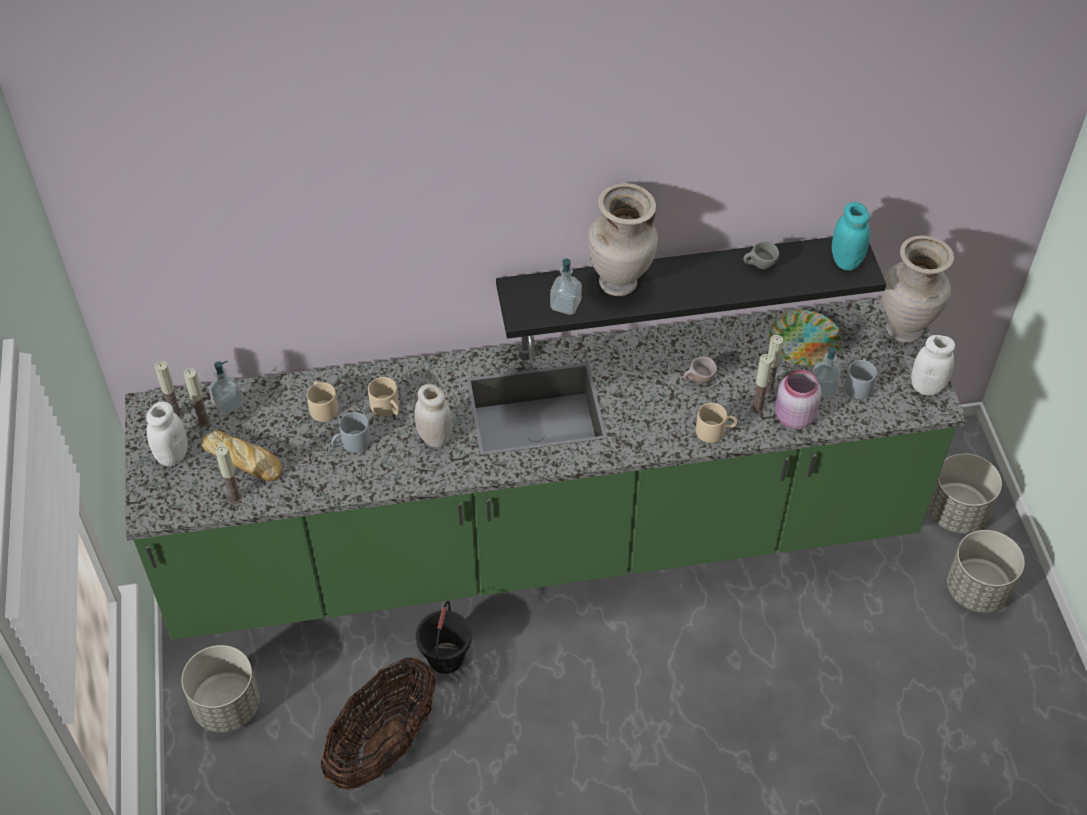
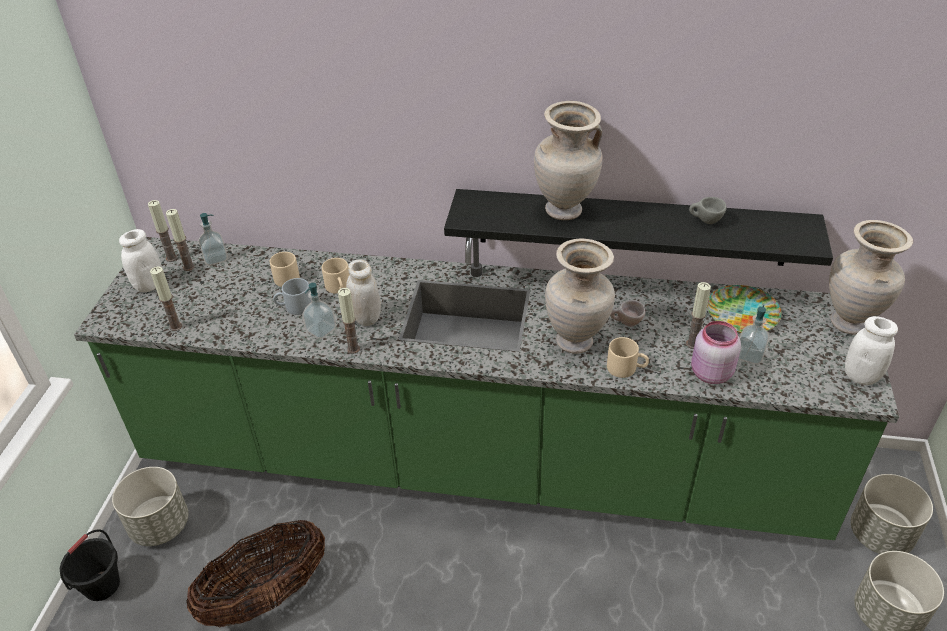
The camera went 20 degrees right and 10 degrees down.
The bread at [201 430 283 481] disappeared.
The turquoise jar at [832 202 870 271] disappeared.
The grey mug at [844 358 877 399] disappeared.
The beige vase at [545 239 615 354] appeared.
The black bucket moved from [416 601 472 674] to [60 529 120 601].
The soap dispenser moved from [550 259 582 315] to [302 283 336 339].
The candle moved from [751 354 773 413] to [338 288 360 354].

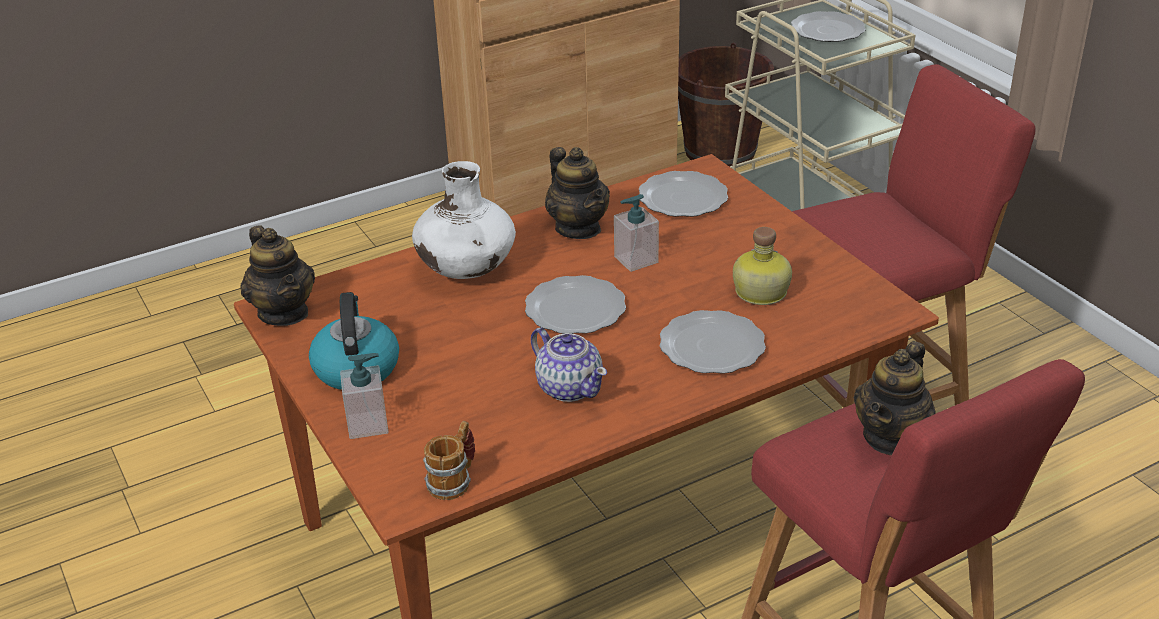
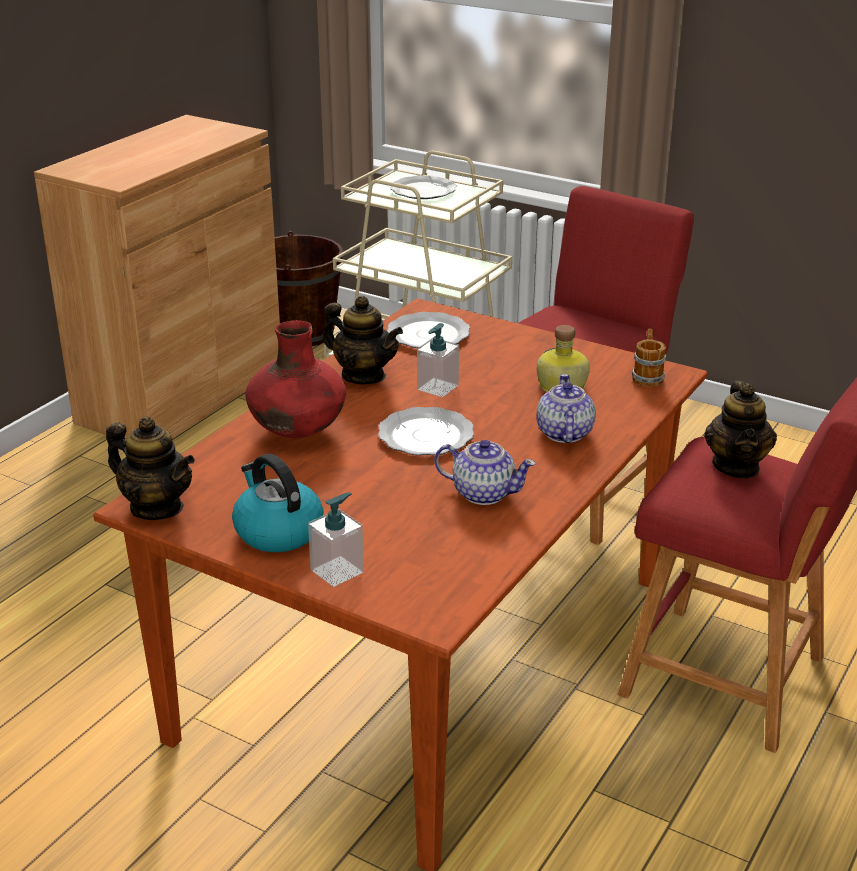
The camera went 30 degrees left and 5 degrees down.
The mug moved from [423 421 475 500] to [632 328 666 387].
The plate at [660 310 766 374] was replaced by the teapot at [536 374 596 443].
The white vase at [412 161 516 279] became the red vase at [246 320 346 438].

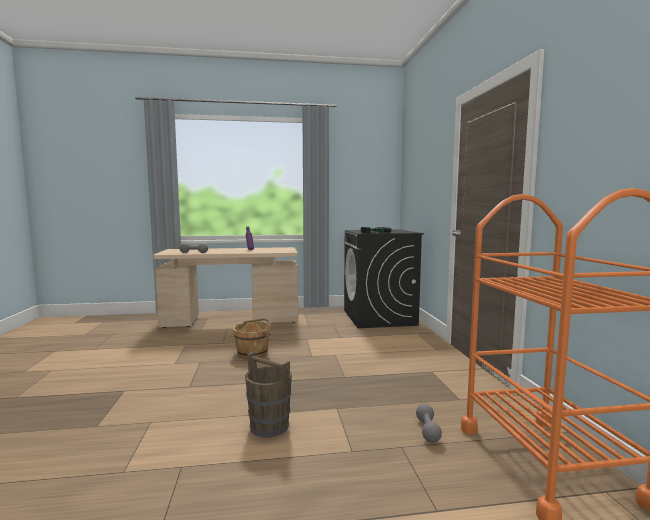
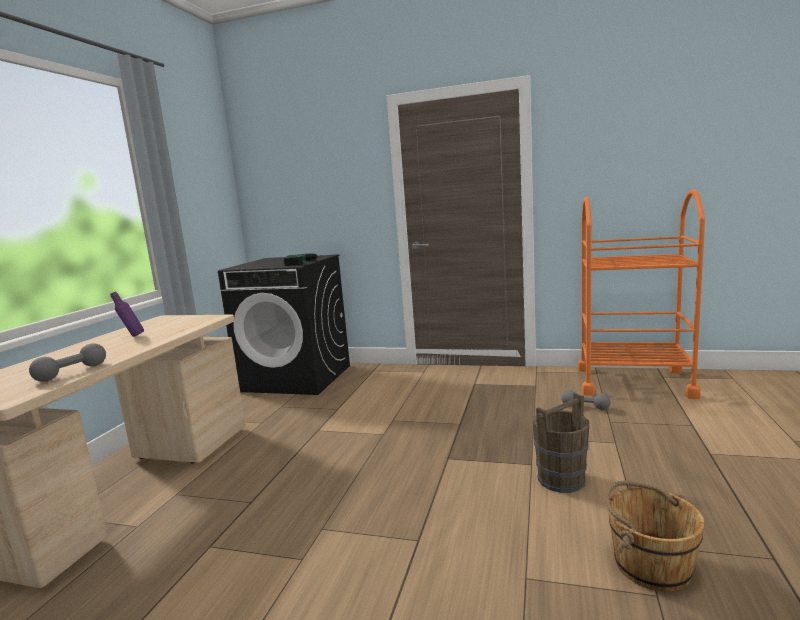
The camera went 65 degrees left and 5 degrees up.
The brown bucket moved from [233 318 271 358] to [605 481 705 592].

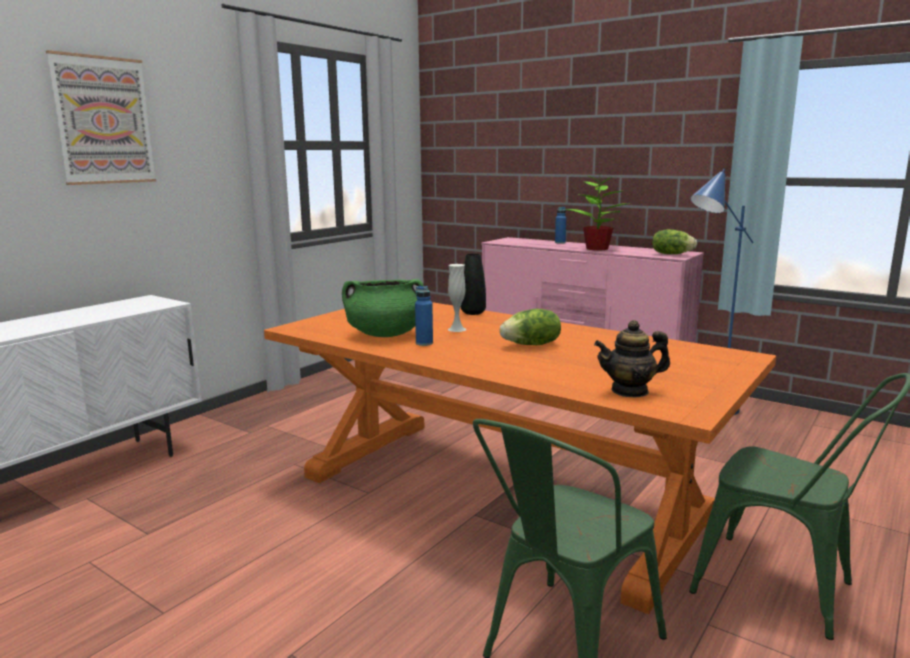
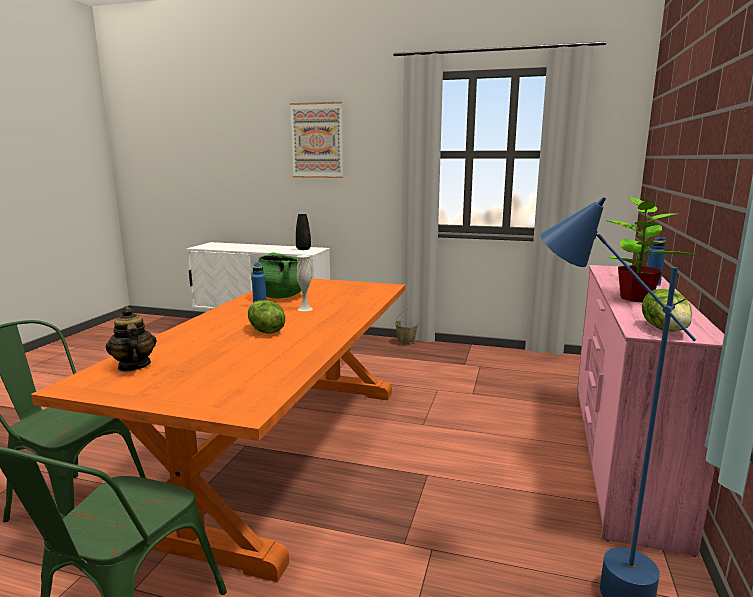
The camera went 70 degrees right and 0 degrees up.
The beige bucket at [395 309 418 345] appeared.
The black vase moved from [461 253 486 315] to [296 214 311 250].

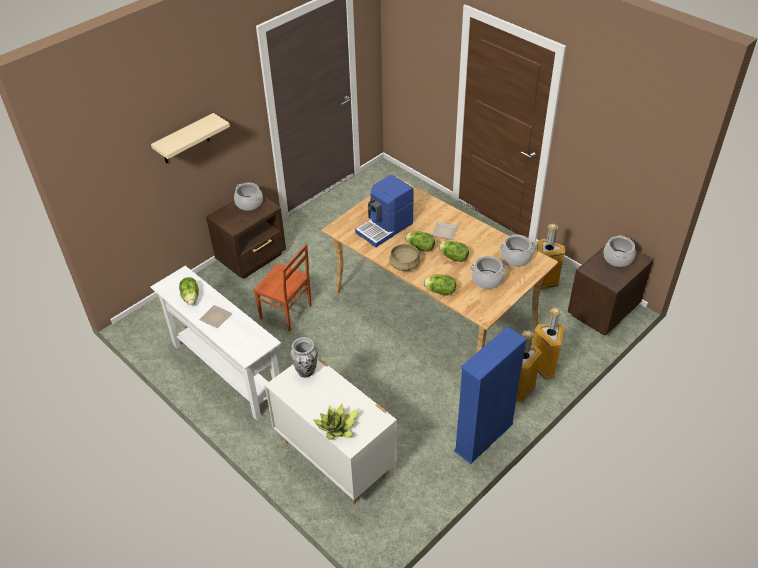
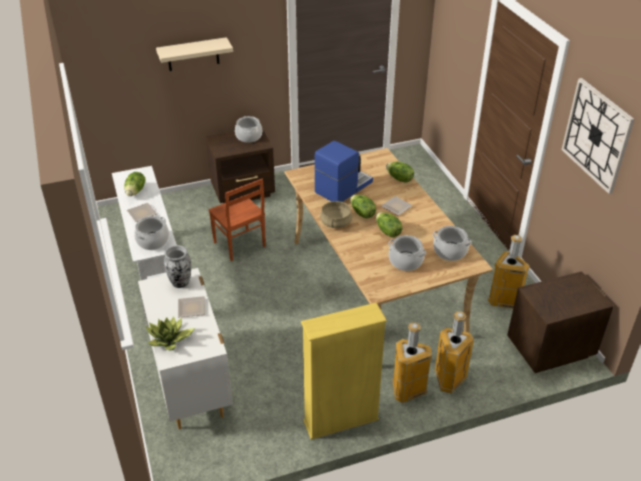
The camera went 25 degrees right and 5 degrees down.
The plate at [178 296 205 317] appeared.
The wall clock at [562 78 634 194] appeared.
The lettuce moved from [423 275 456 295] to [386 162 414 183].
The cooking pot moved from [603 235 636 267] to [134 216 169 250].
The blue bookcase at [454 327 527 464] became the yellow bookcase at [301 302 387 440].
The coffee machine at [355 175 414 247] turned 150 degrees clockwise.

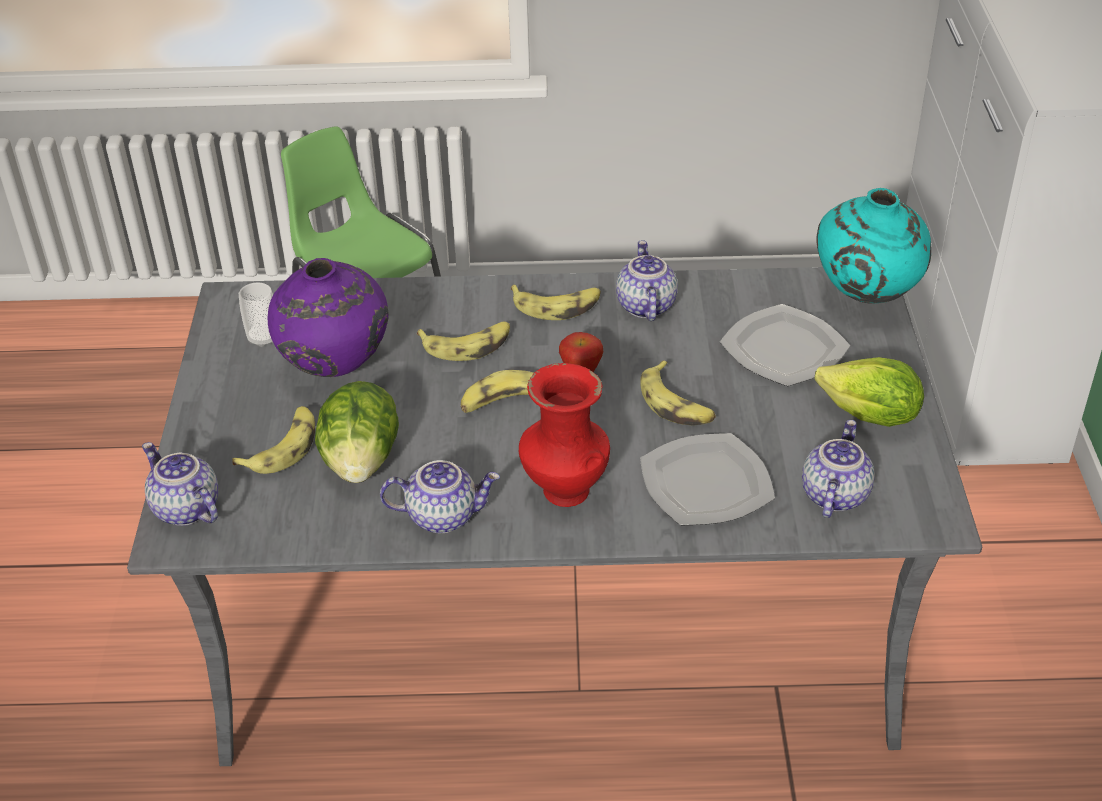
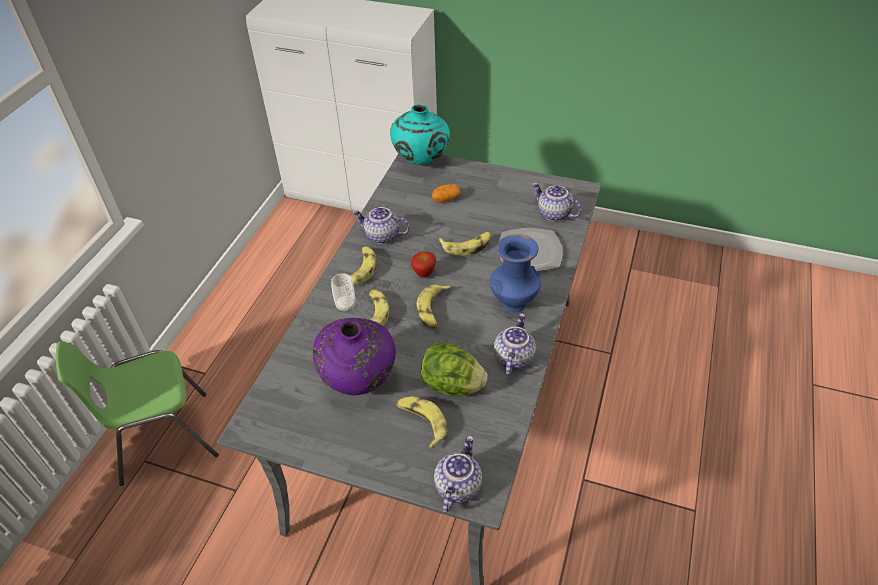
The camera went 70 degrees left and 5 degrees up.
The lettuce at [815 357 924 427] disappeared.
The cup moved from [239 283 273 347] to [331 273 355 312].
The plate at [720 304 850 386] was replaced by the potato at [432 184 460 203].
The red vase at [519 363 610 507] became the blue vase at [490 234 541 312].
The teapot at [142 442 218 526] turned 135 degrees clockwise.

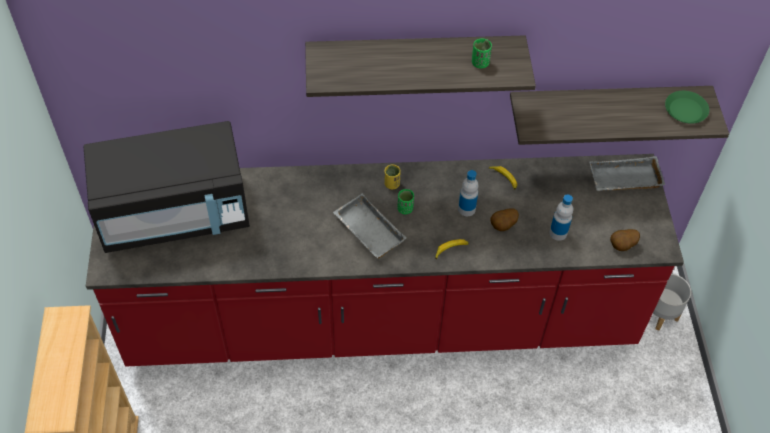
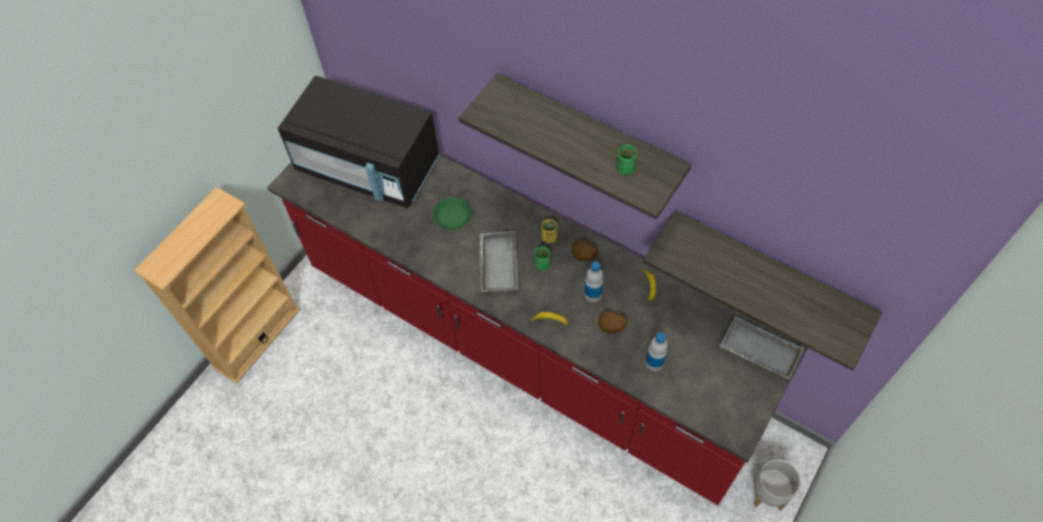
The camera went 40 degrees right and 5 degrees up.
The potato moved from [610 229 640 251] to [572 240 598 261].
The green plate moved from [665 91 709 124] to [433 197 472 230].

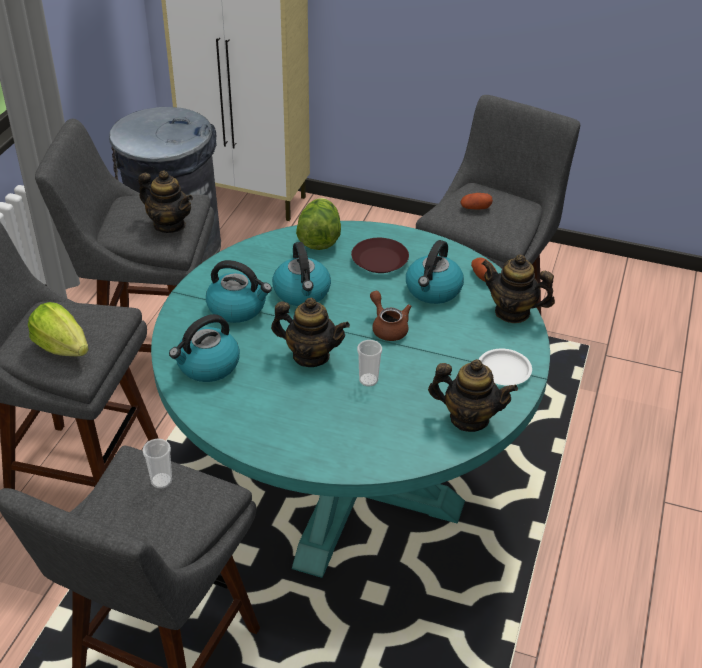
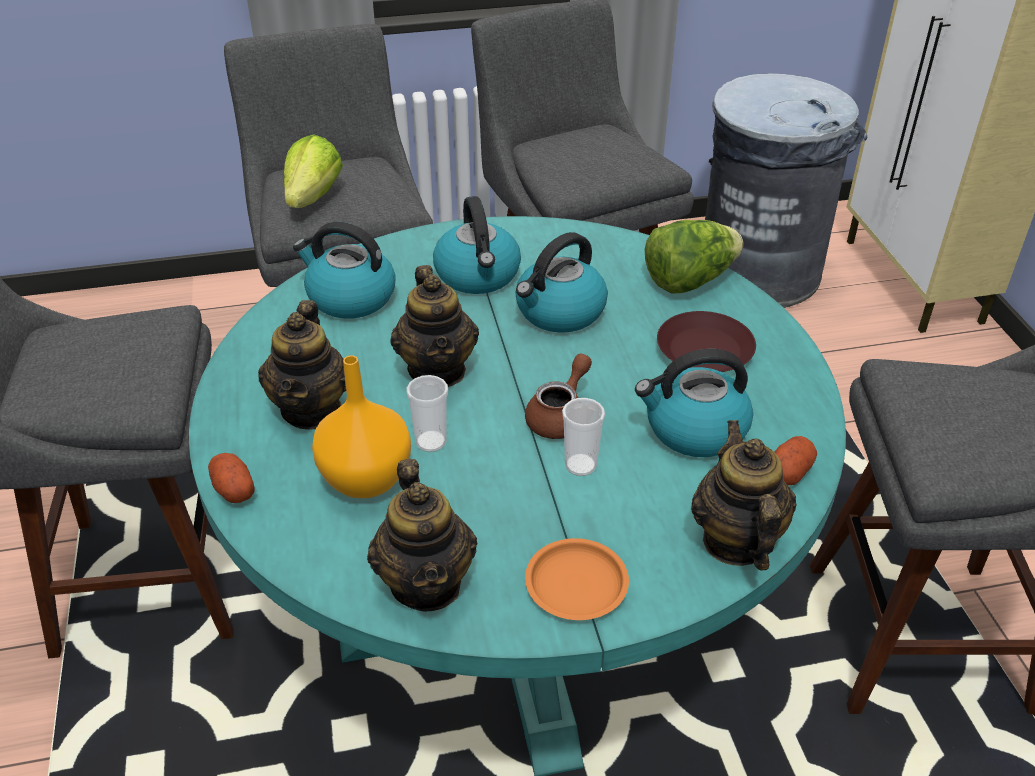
The camera went 60 degrees right and 0 degrees up.
The orange vase at [312 355 411 498] appeared.
The teapot moved from [139 171 193 233] to [258 300 346 430].
The cup moved from [142 439 172 489] to [562 398 605 476].
The potato moved from [460 193 493 210] to [208 453 255 503].
The white plate at [479 349 532 386] became the orange plate at [525 538 629 620].

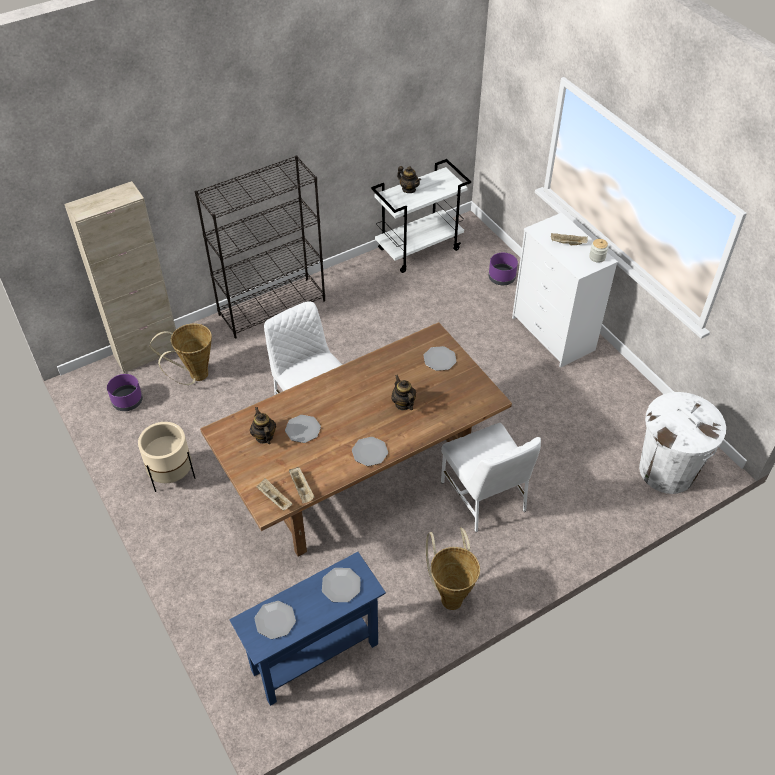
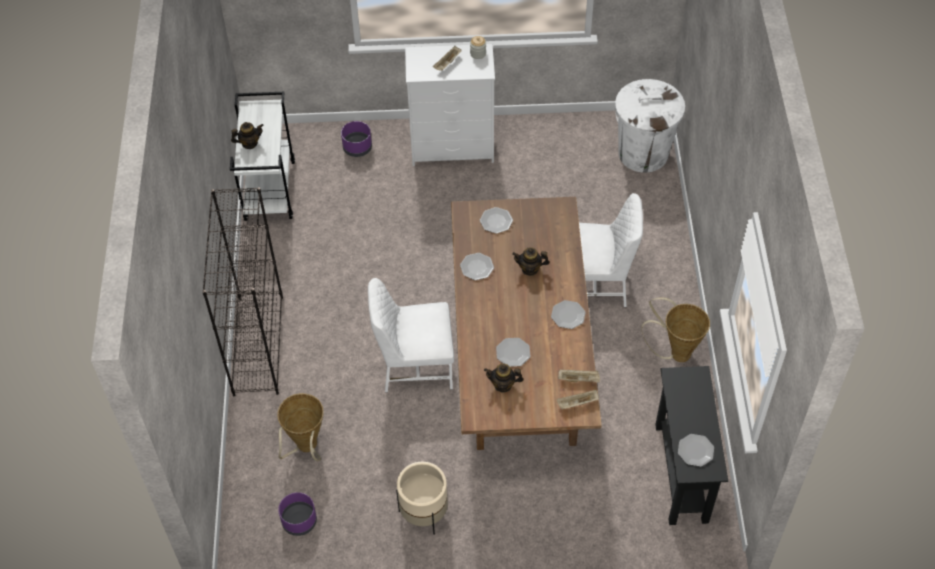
The camera went 60 degrees left and 5 degrees up.
The beige cabinet at [64 181 176 373] disappeared.
The plate moved from [322 568 361 602] to [460 253 494 280].
The blue console table at [229 552 386 706] became the black console table at [655 366 728 525].

